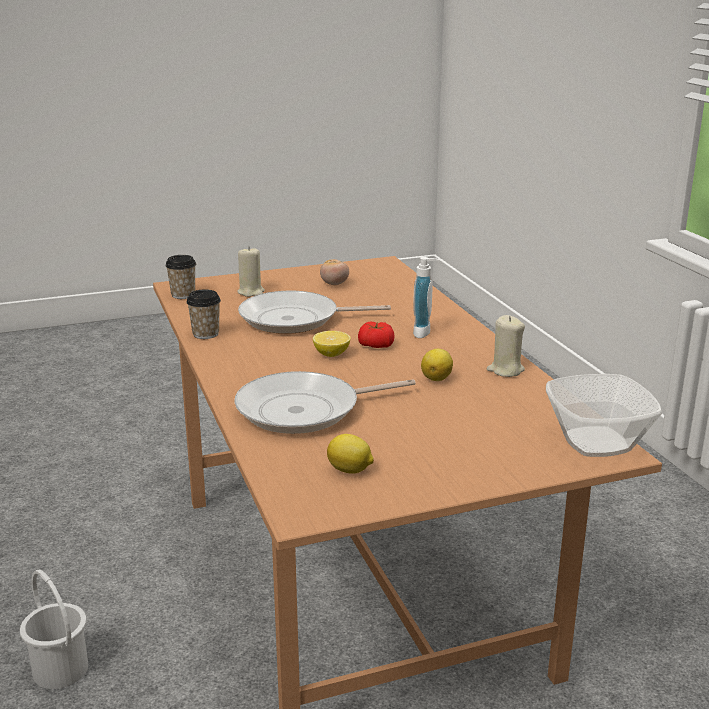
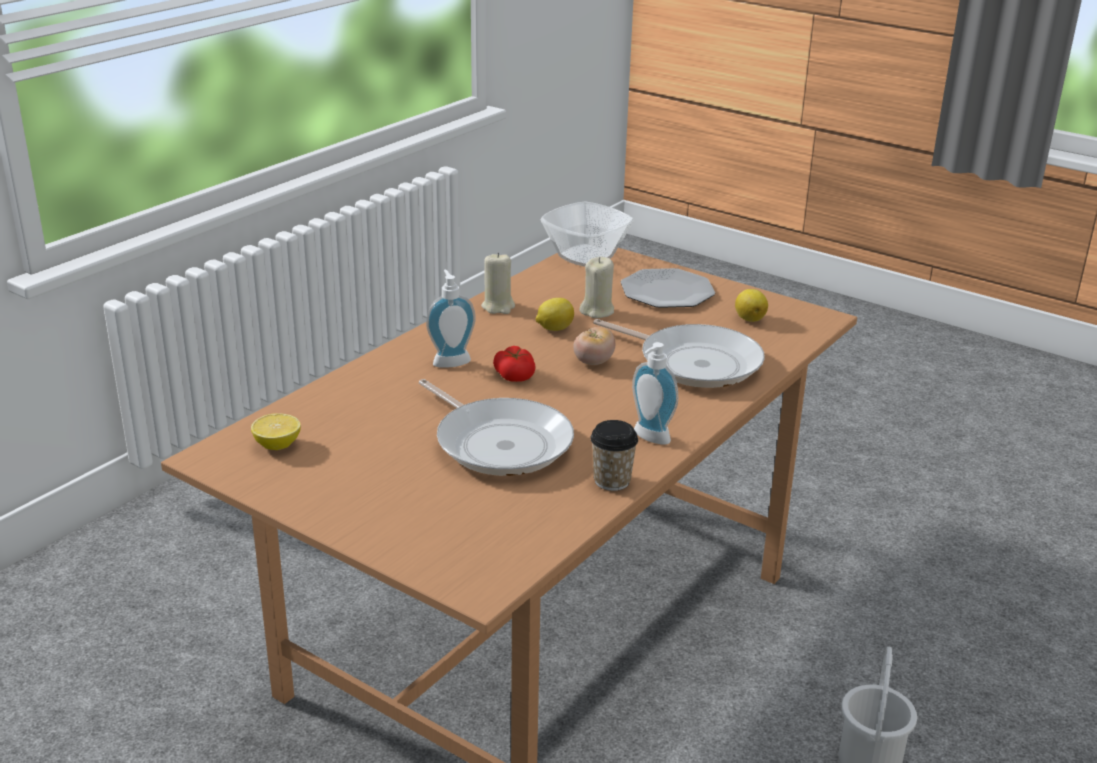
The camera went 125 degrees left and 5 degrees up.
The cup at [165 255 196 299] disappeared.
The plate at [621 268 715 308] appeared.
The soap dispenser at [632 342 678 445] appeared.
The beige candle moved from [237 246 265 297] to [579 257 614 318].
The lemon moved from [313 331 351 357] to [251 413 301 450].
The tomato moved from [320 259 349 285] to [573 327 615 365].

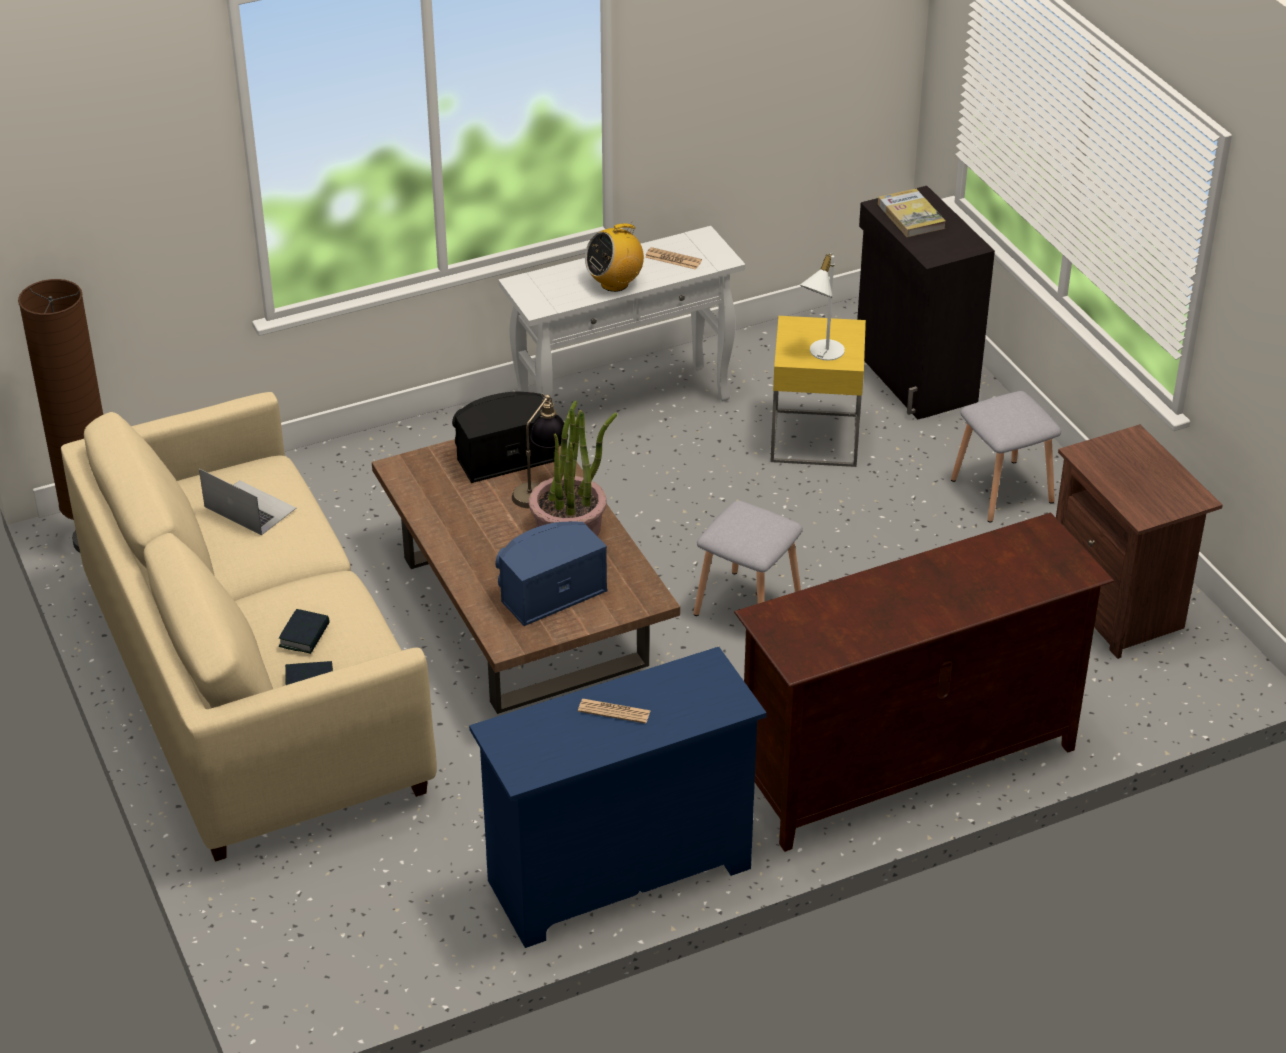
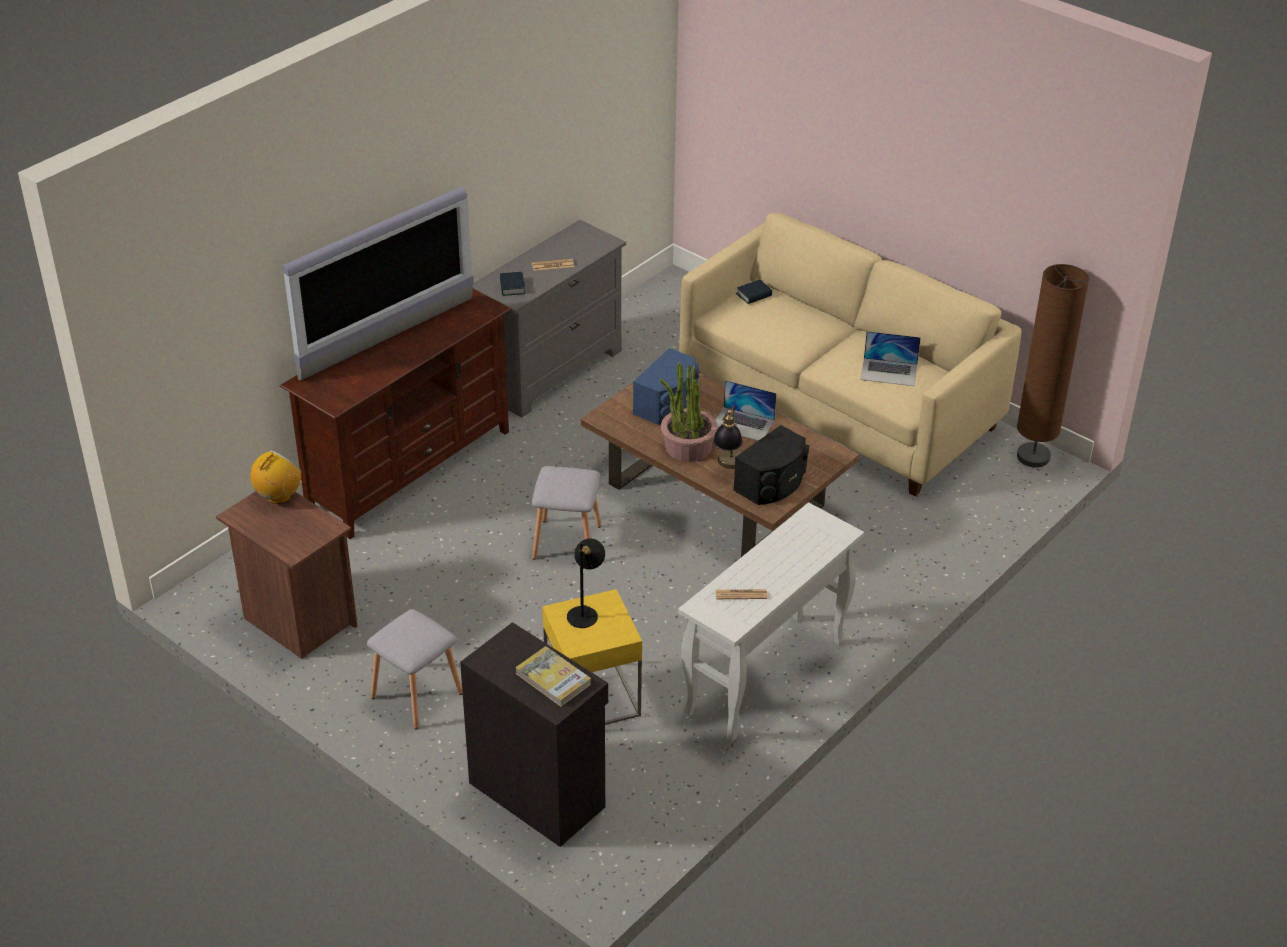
The camera went 155 degrees right and 0 degrees up.
The television at [283 187 474 381] appeared.
The laptop at [716 380 777 441] appeared.
The book moved from [279 609 330 654] to [500 272 525 296].
The radio moved from [585 221 644 292] to [250 451 301 504].
The blue dresser at [469 647 767 948] became the grey dresser at [473 220 626 418].
The white table lamp at [800 252 845 361] became the black table lamp at [567 538 605 628].

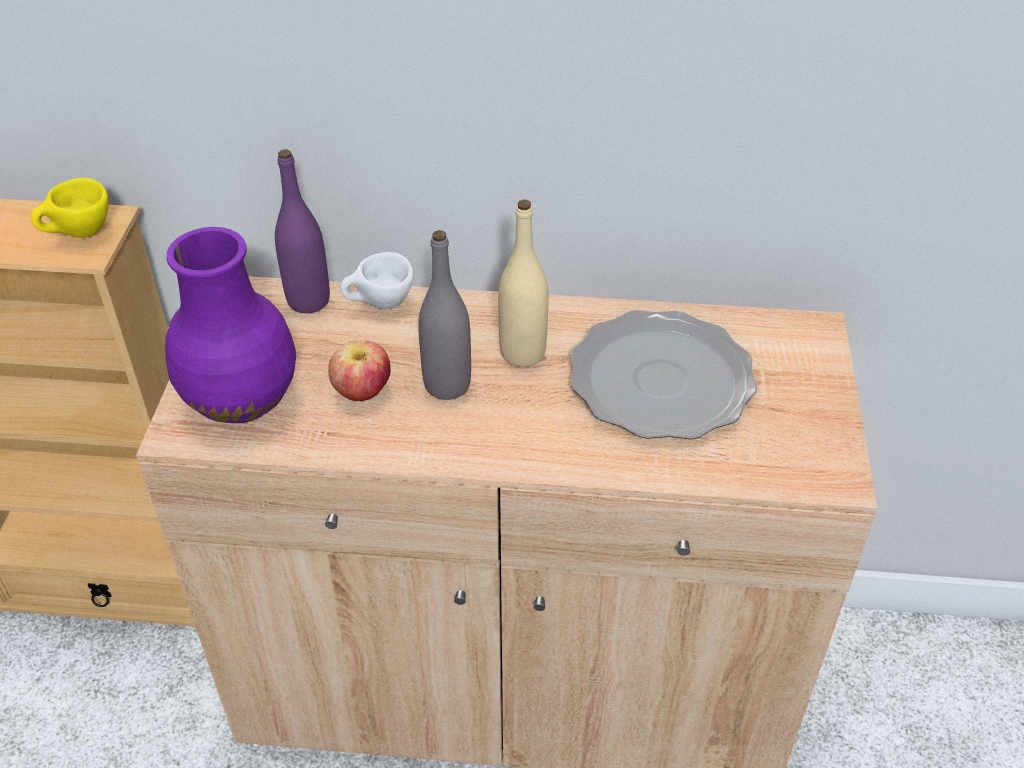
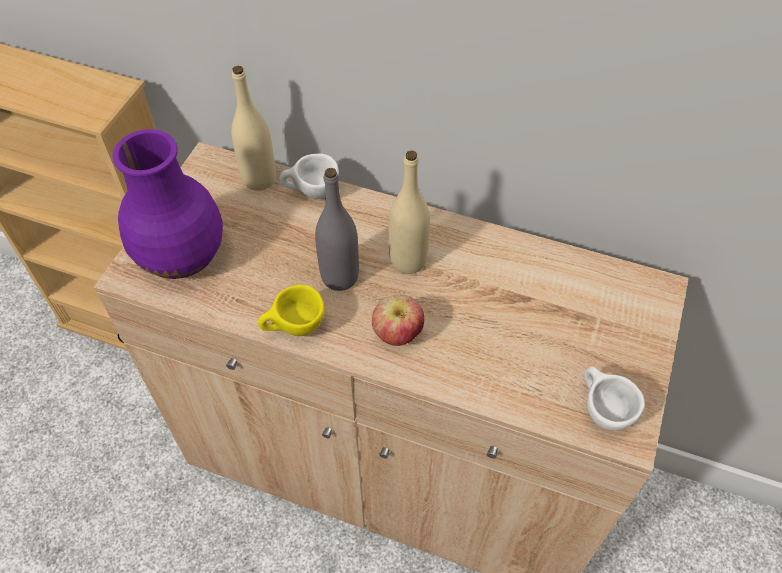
The camera went 15 degrees right and 10 degrees up.
The plate at [570 310 758 439] disappeared.
The white cup at [584 366 645 431] appeared.
The yellow cup moved from [31 178 109 238] to [258 284 325 336].
The apple moved from [328 340 391 401] to [372 295 424 346].
The purple bottle at [275 149 330 313] became the beige bottle at [231 66 276 191].

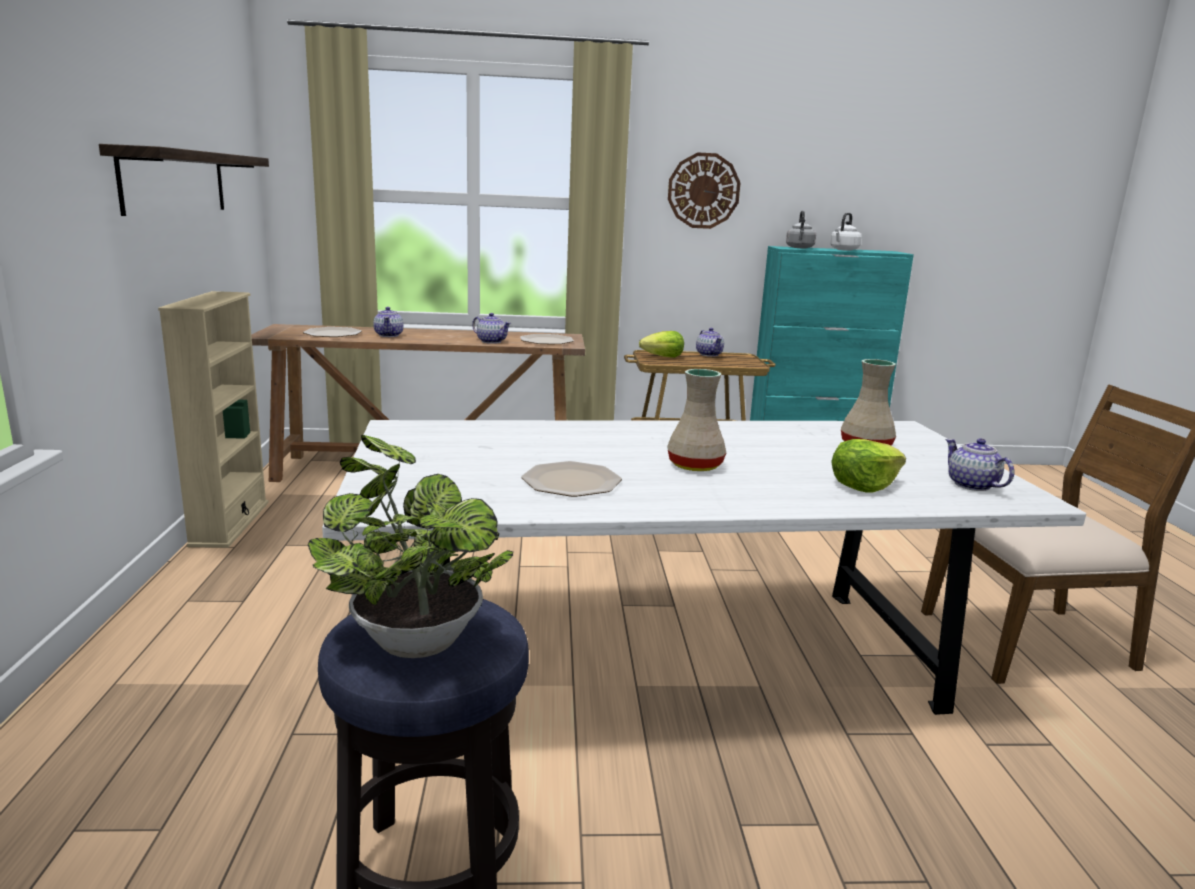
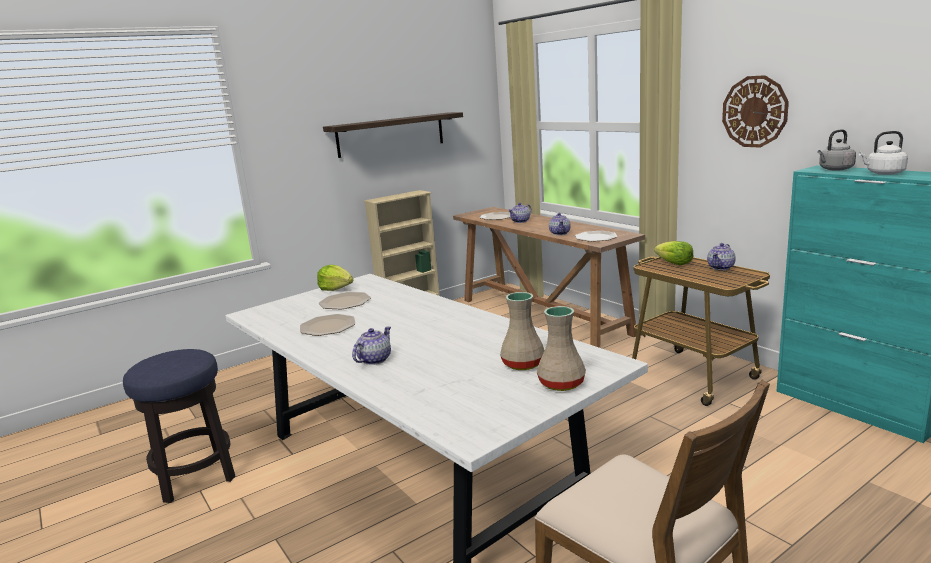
The camera went 60 degrees right and 0 degrees up.
The potted plant at [307 435 513 658] disappeared.
The plate at [319 292 371 309] appeared.
The beige vase moved from [667 369 726 471] to [537 306 586 391].
The lettuce moved from [831 439 906 492] to [317 265 353 291].
The teapot moved from [945 438 1014 491] to [352 326 391 365].

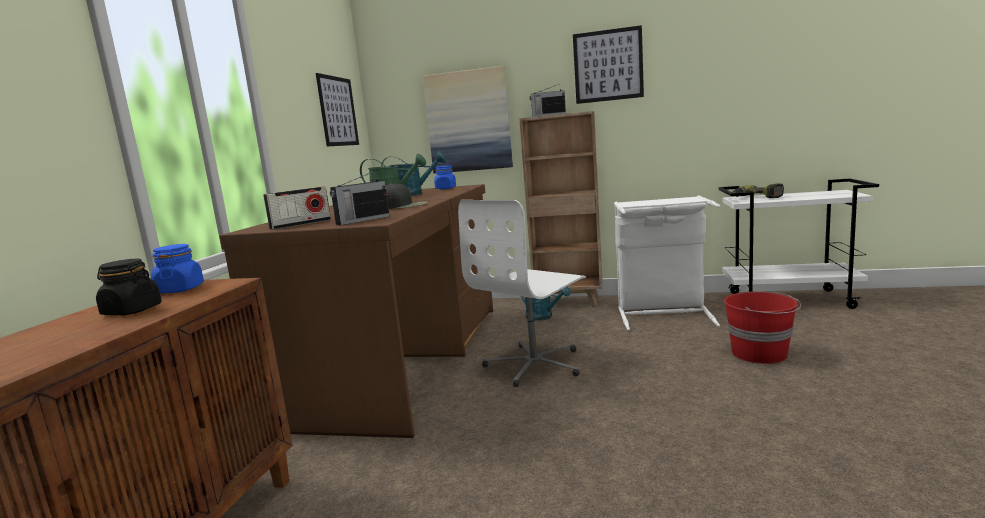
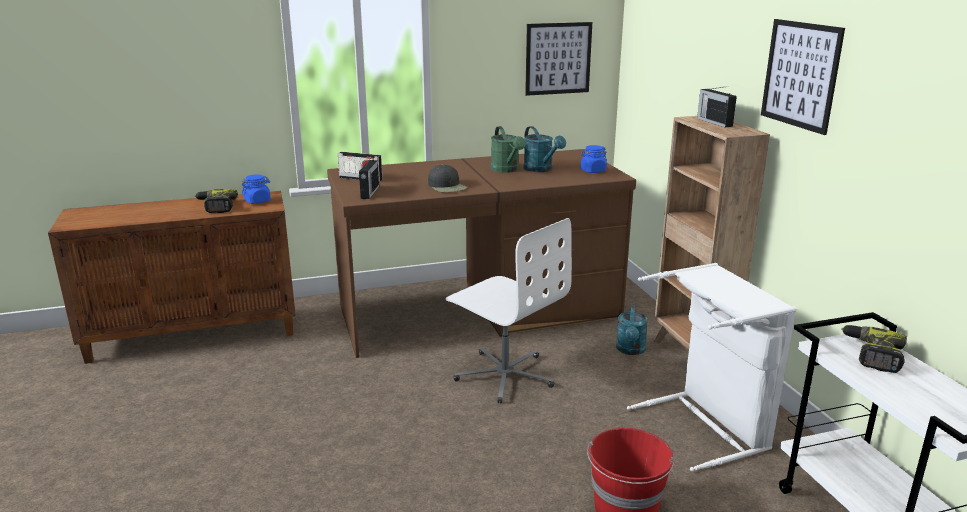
The camera went 60 degrees right and 10 degrees up.
The picture at [423 66 513 173] disappeared.
The black jar at [96 259 162 316] was replaced by the power drill at [195 189 238 213].
The radio at [330 171 390 225] turned 105 degrees counterclockwise.
The white office chair at [458 200 586 387] turned 150 degrees counterclockwise.

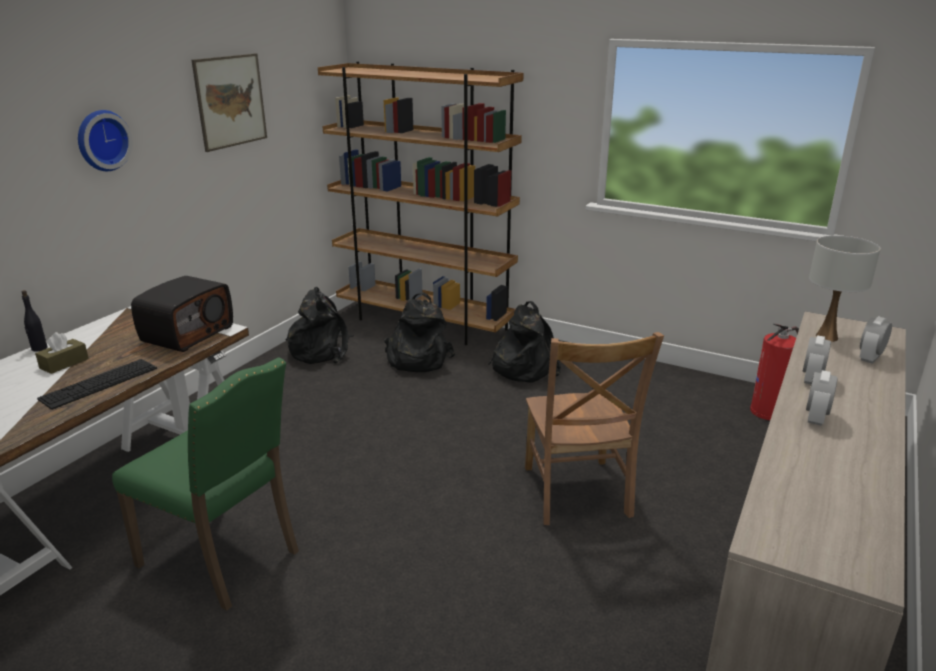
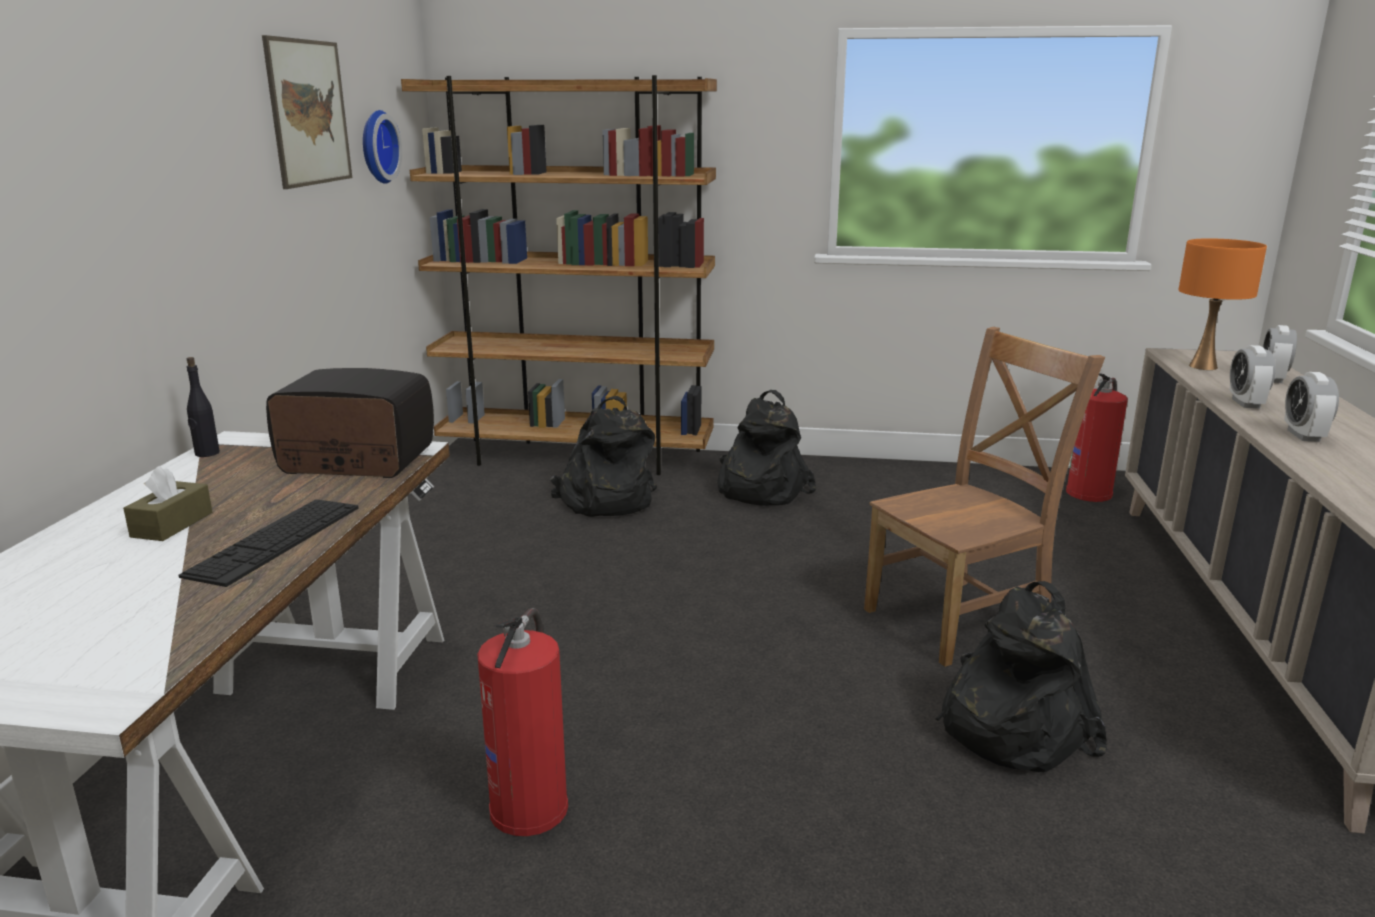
The camera went 20 degrees left and 5 degrees down.
The black bottle moved from [21 290 48 352] to [187 357 220 457].
The wall clock moved from [78 110 133 171] to [363 110 402 184].
The black backpack moved from [286 287 354 364] to [936 581 1107 772].
The green chair at [112 357 299 611] was replaced by the fire extinguisher at [477 608 568 836].
The white table lamp at [809 235 881 342] became the orange table lamp at [1179 238 1267 370].
The radio at [131 276 233 352] turned 90 degrees counterclockwise.
The brown chair at [525 332 664 525] turned 90 degrees counterclockwise.

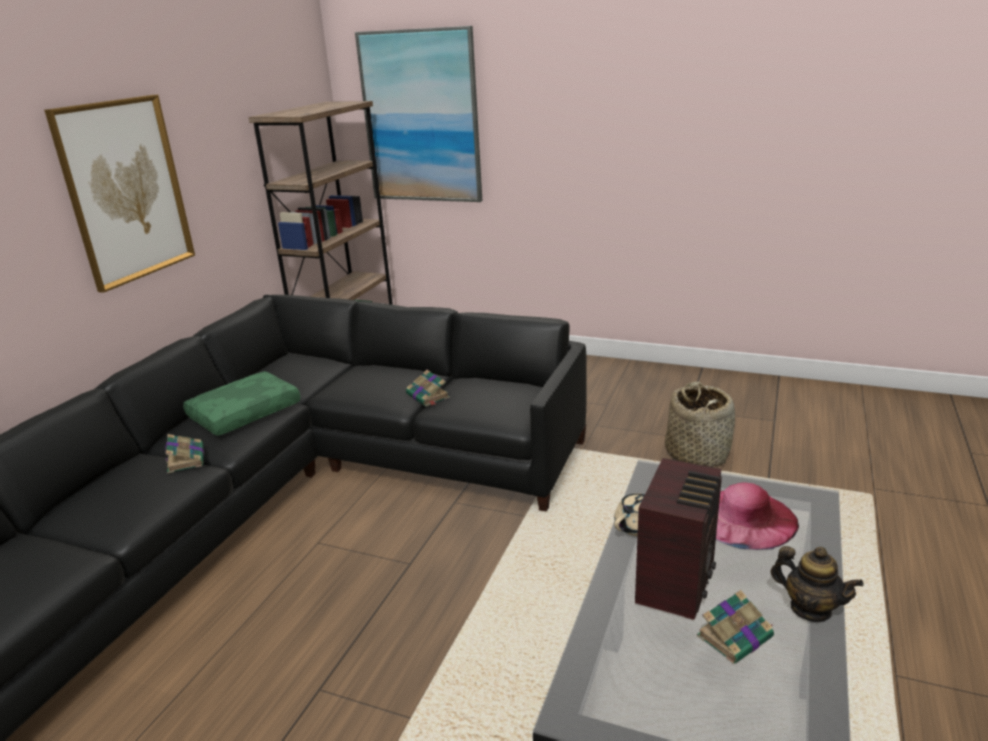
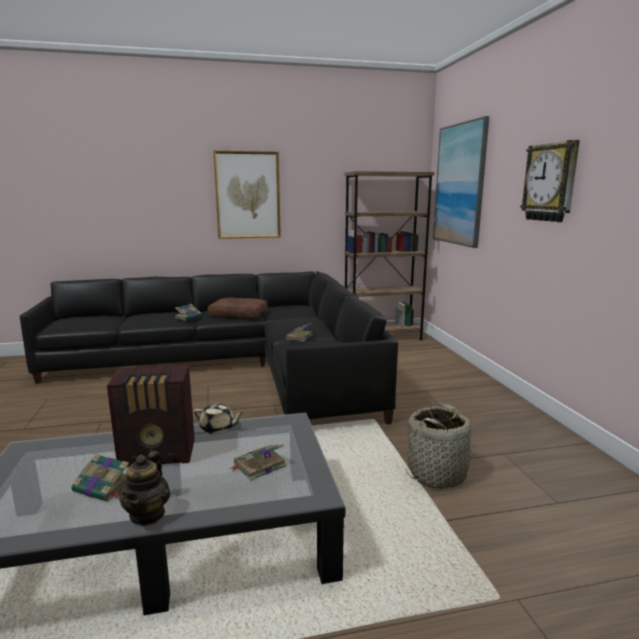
The camera went 55 degrees right and 10 degrees down.
The wall clock at [520 140 580 222] appeared.
The pink hat at [716 483 799 550] was replaced by the book at [230 445 286 481].
The green pillow at [183 371 300 436] became the brown pillow at [208 298 267 318].

